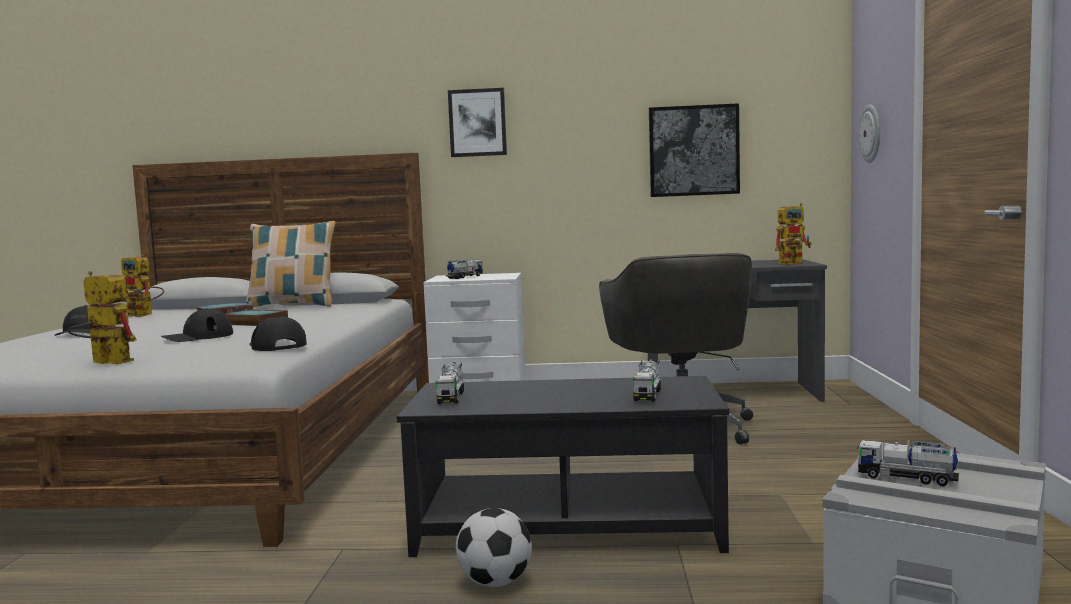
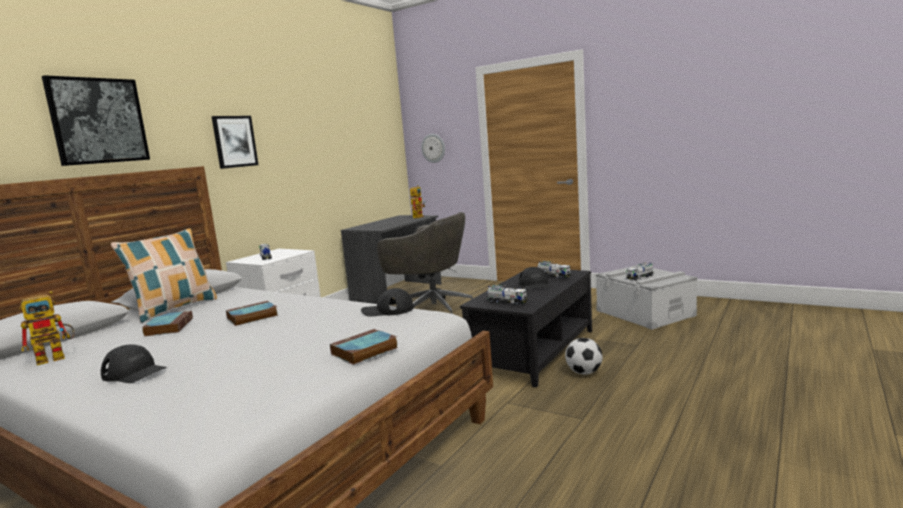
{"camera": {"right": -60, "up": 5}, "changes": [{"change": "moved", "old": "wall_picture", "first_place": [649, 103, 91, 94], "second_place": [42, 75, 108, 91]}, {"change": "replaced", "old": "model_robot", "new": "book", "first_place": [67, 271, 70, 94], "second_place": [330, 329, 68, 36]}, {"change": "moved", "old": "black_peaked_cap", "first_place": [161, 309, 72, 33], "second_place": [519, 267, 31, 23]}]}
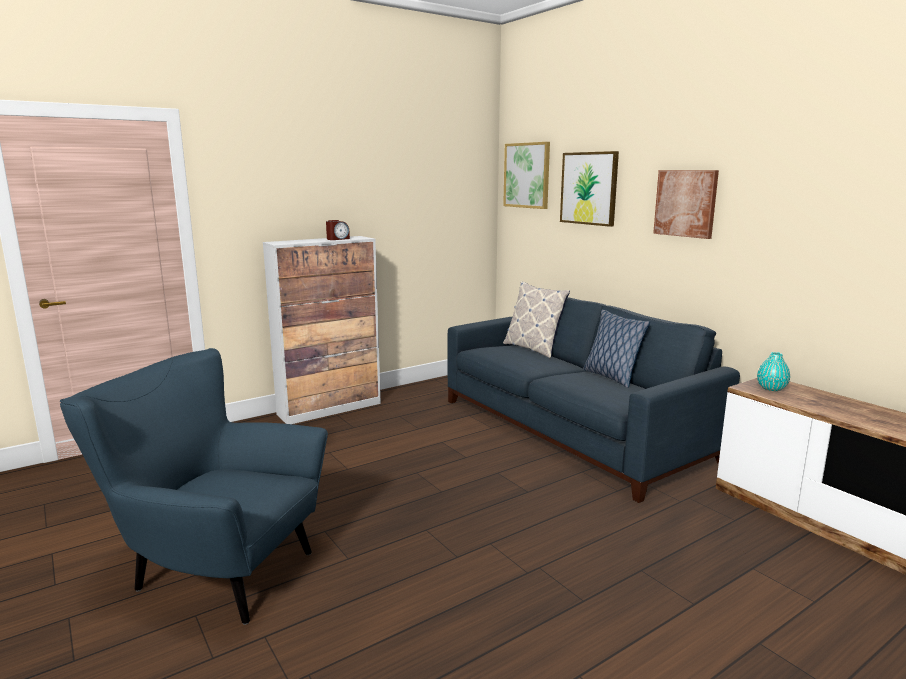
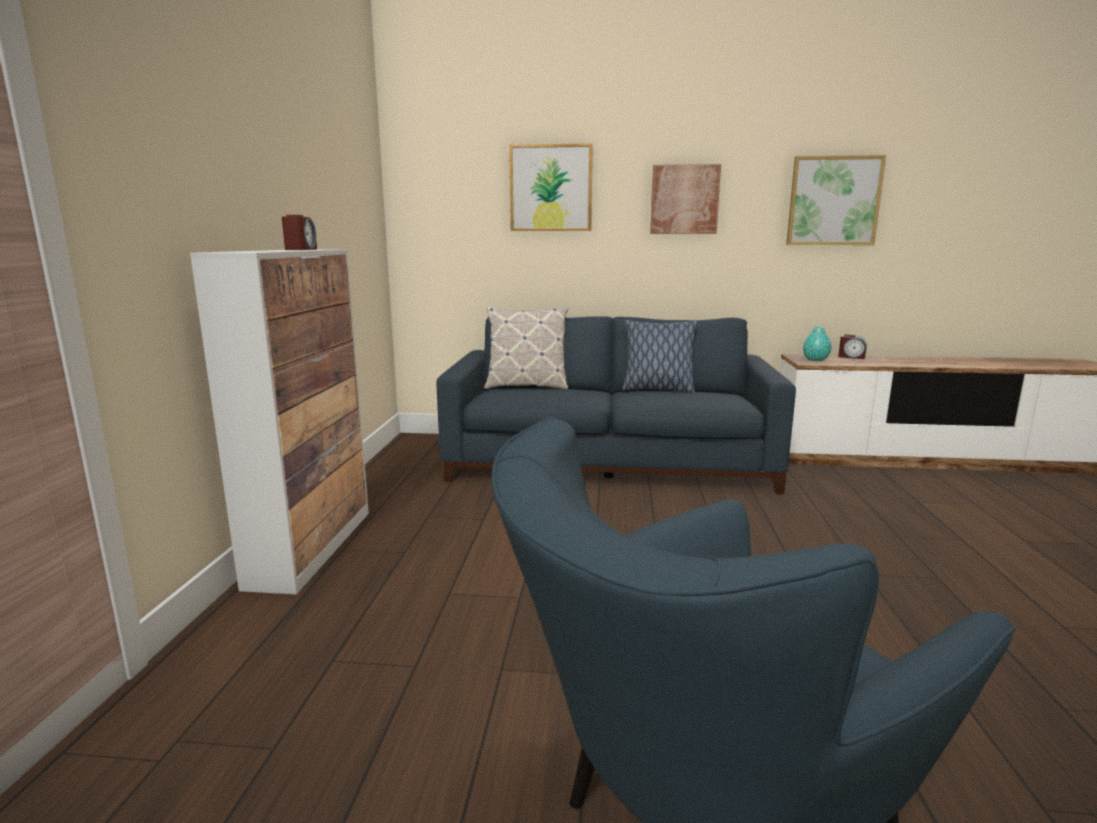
{"camera": {"right": -50, "up": 0}, "changes": [{"change": "moved", "old": "wall_picture", "first_place": [503, 142, 47, 67], "second_place": [786, 155, 100, 90]}, {"change": "added", "new": "bedside_clock", "second_place": [838, 334, 29, 25]}]}
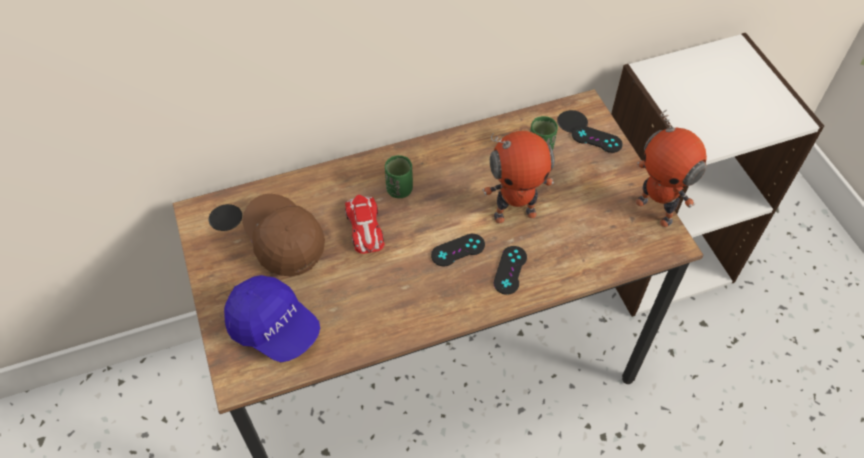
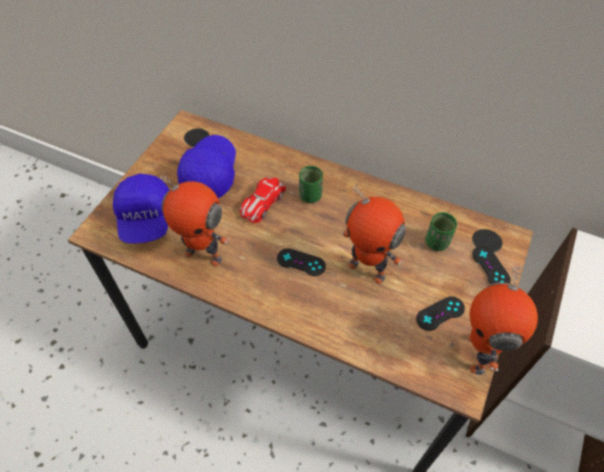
{"camera": {"right": 45, "up": 0}, "changes": [{"change": "recoloured", "old": "brown-coloured_peaked_cap", "new": "blue-coloured_peaked_cap", "first_place": [242, 194, 83, 82], "second_place": [177, 135, 59, 63]}, {"change": "moved", "old": "black_joypad", "first_place": [493, 246, 34, 49], "second_place": [416, 296, 49, 35]}, {"change": "added", "new": "model_robot", "second_place": [160, 172, 69, 94]}]}
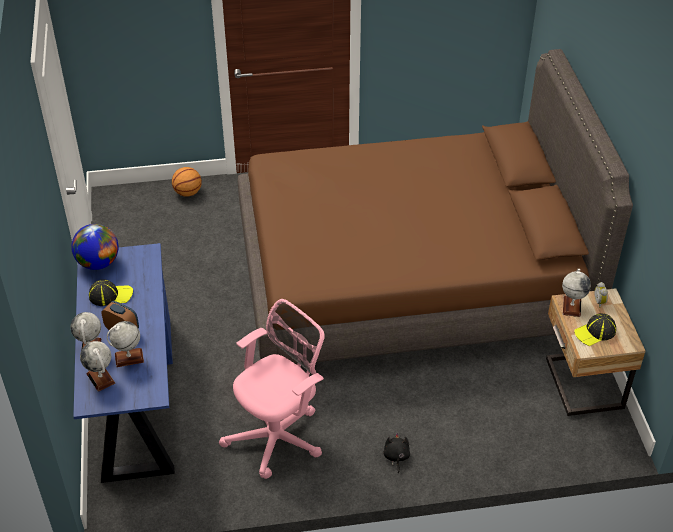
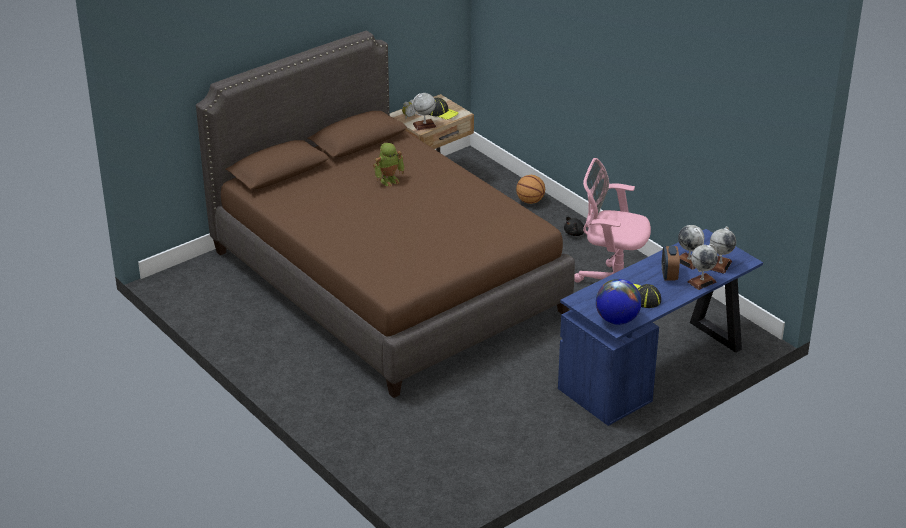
{"camera": {"right": -120, "up": -10}, "changes": [{"change": "moved", "old": "ball_for_basketball", "first_place": [172, 167, 30, 30], "second_place": [516, 175, 29, 29]}, {"change": "added", "new": "model_robot", "second_place": [373, 142, 32, 45]}]}
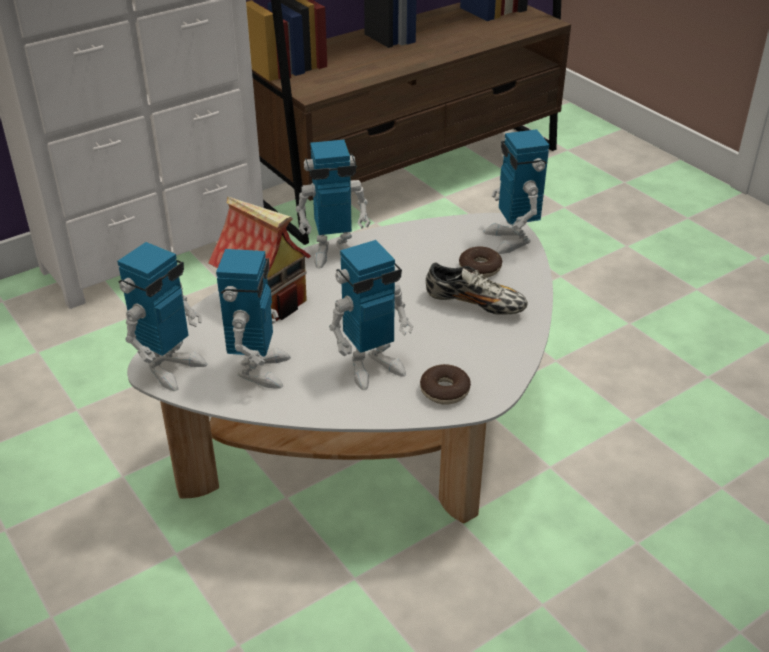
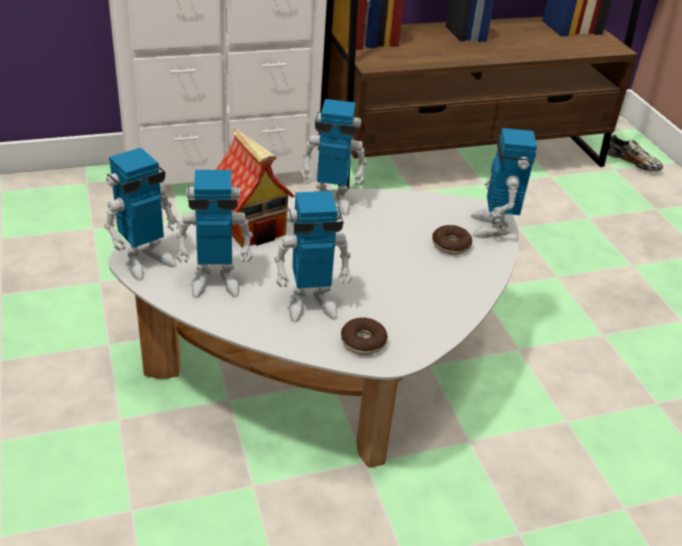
{"camera": {"right": 15, "up": 0}, "changes": [{"change": "turned", "old": "model_robot", "first_place": [216, 249, 75, 140], "second_place": [176, 170, 77, 128], "degrees": 60}, {"change": "moved", "old": "low_shoe", "first_place": [426, 262, 102, 53], "second_place": [607, 135, 56, 36]}]}
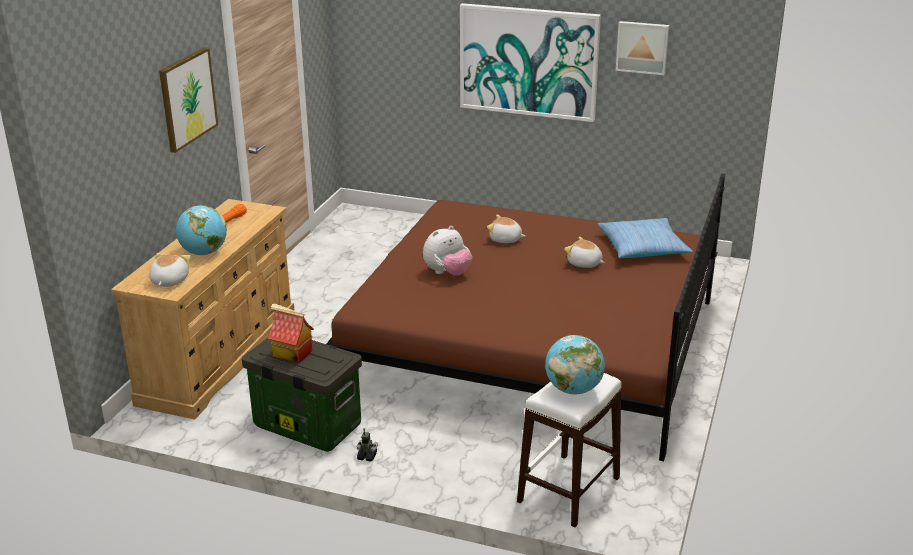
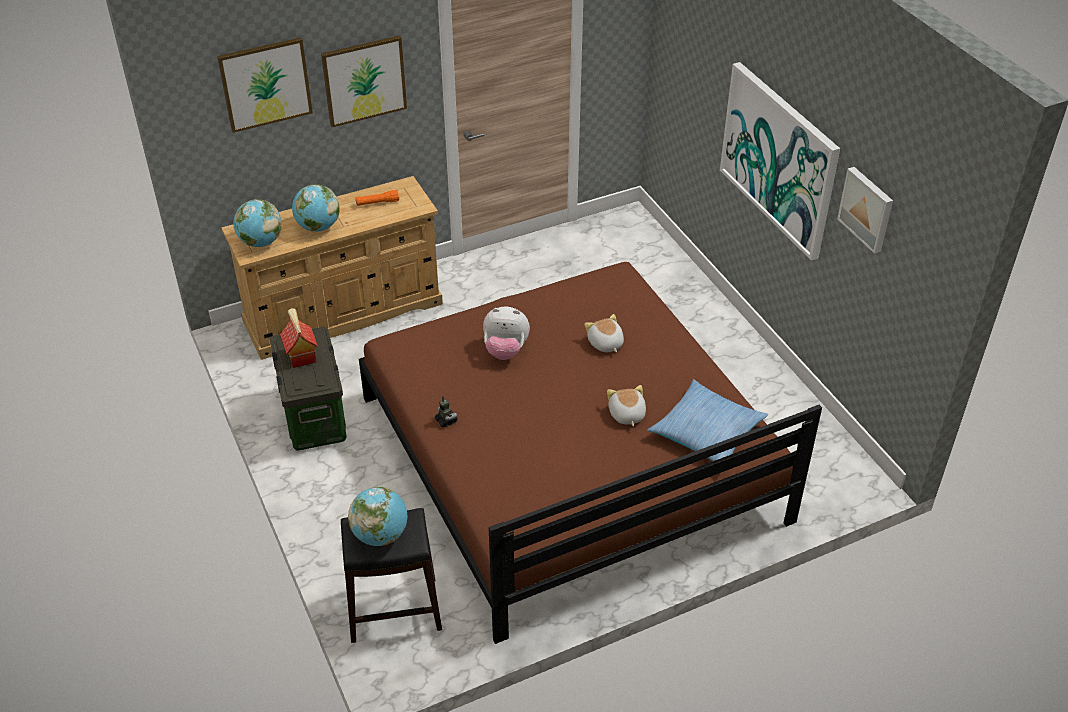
{"camera": {"right": 45, "up": 15}, "changes": [{"change": "replaced", "old": "cuddly_toy", "new": "desk_globe", "first_place": [150, 253, 41, 34], "second_place": [233, 199, 49, 48]}, {"change": "recoloured", "old": "white-coloured_stool", "new": "black_stool", "first_place": [517, 373, 104, 155], "second_place": [341, 508, 101, 135]}, {"change": "moved", "old": "model_robot", "first_place": [356, 428, 22, 33], "second_place": [434, 396, 24, 31]}, {"change": "added", "new": "wall_picture", "second_place": [217, 37, 96, 96]}]}
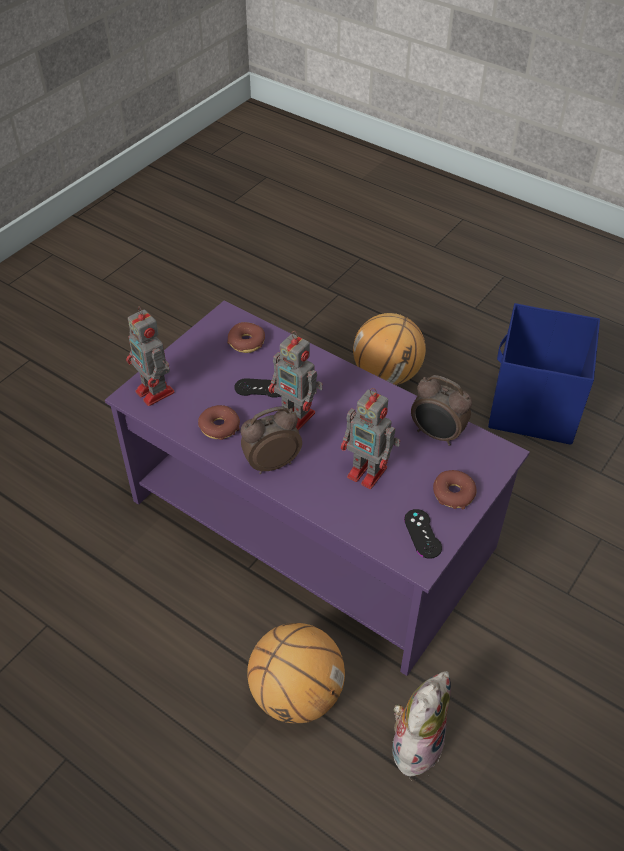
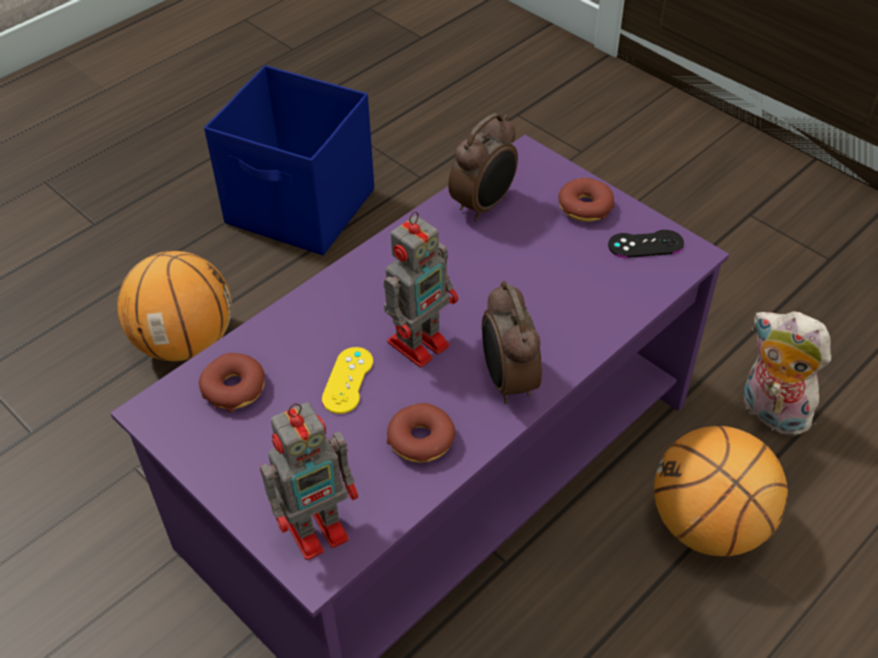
{"camera": {"right": -80, "up": 0}, "changes": [{"change": "recoloured", "old": "black_joypad", "new": "yellow_joypad", "first_place": [234, 378, 47, 20], "second_place": [322, 347, 51, 67]}, {"change": "removed", "old": "model_robot", "first_place": [341, 388, 59, 101]}]}
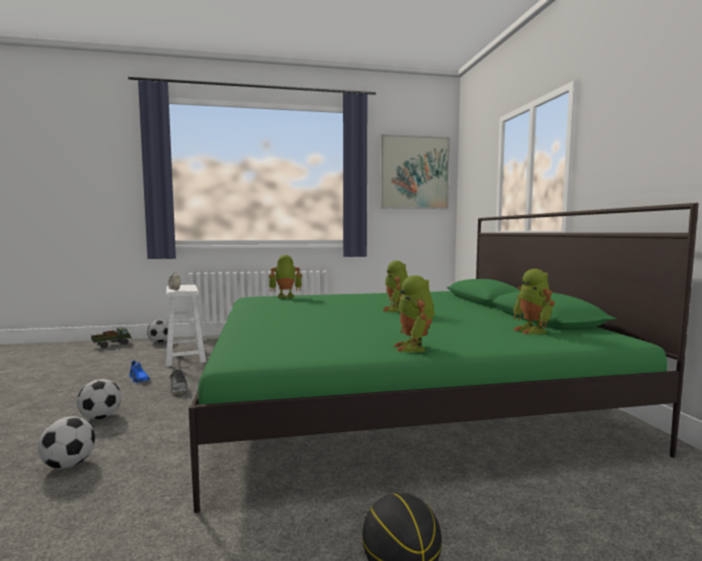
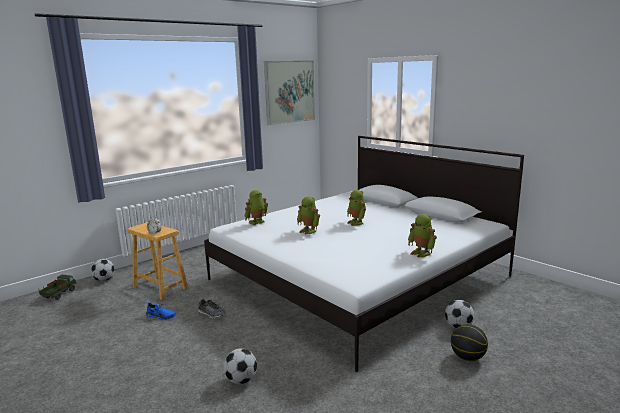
{"camera": {"right": -30, "up": 10}, "changes": [{"change": "recoloured", "old": "greenish_bed", "new": "white-coloured_bed", "first_place": [189, 203, 510, 310], "second_place": [204, 136, 320, 236]}, {"change": "moved", "old": "model_robot", "first_place": [513, 269, 42, 65], "second_place": [297, 197, 23, 37]}, {"change": "recoloured", "old": "white-coloured_stool", "new": "brown-coloured_stool", "first_place": [166, 285, 40, 82], "second_place": [127, 222, 61, 78]}, {"change": "moved", "old": "football_ball", "first_place": [77, 379, 44, 40], "second_place": [445, 300, 29, 28]}]}
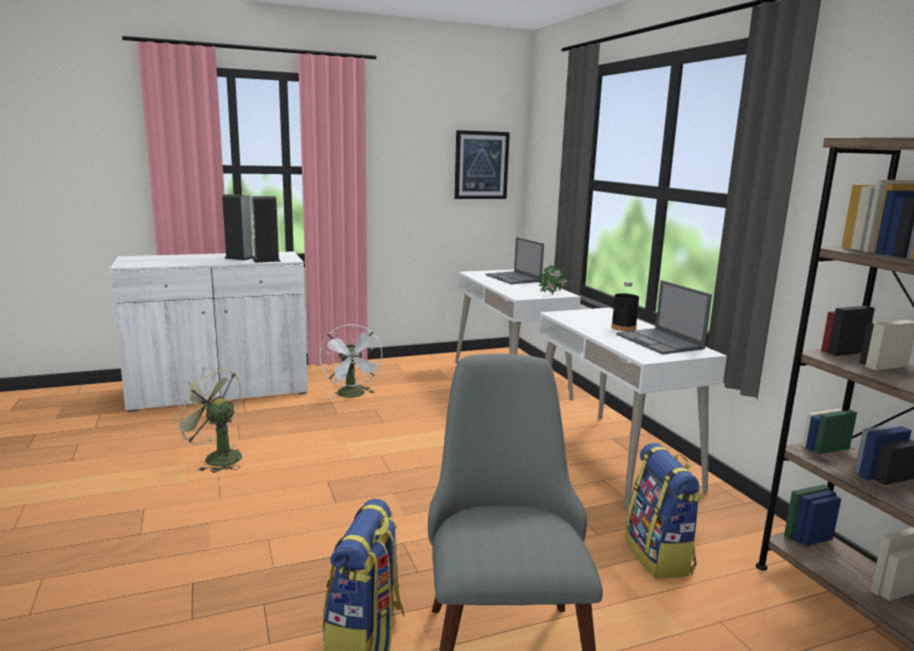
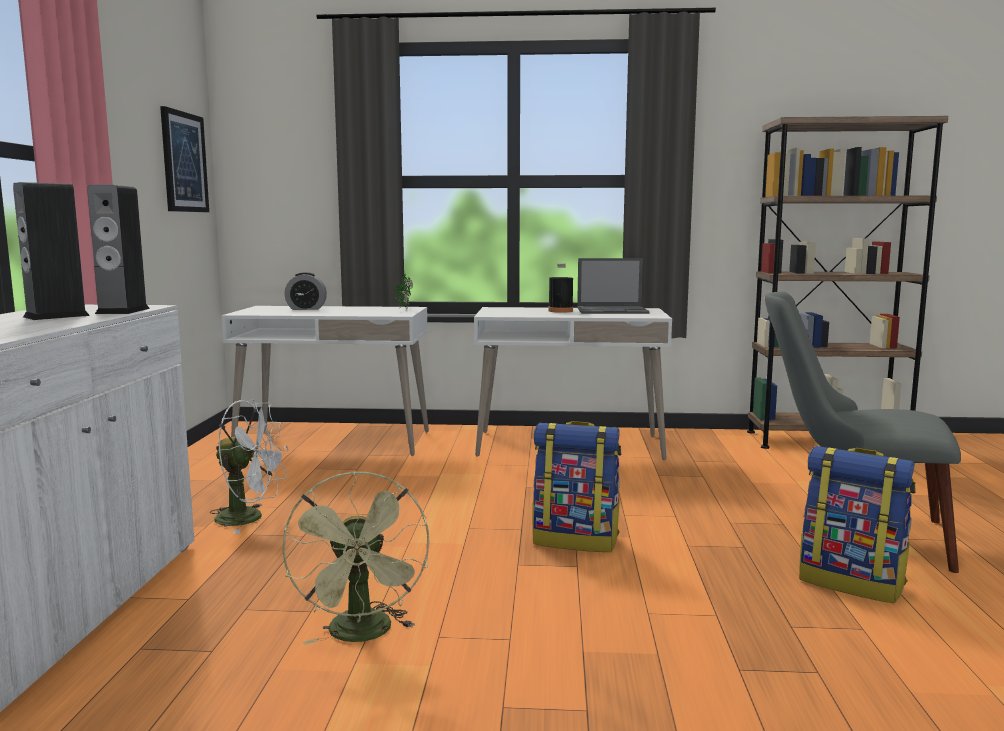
{"camera": {"right": -65, "up": -5}, "changes": [{"change": "replaced", "old": "laptop", "new": "bedside_clock", "first_place": [486, 237, 58, 47], "second_place": [284, 272, 43, 38]}, {"change": "turned", "old": "greenish_cooling_fan", "first_place": [172, 367, 70, 106], "second_place": [282, 471, 148, 174], "degrees": -60}, {"change": "moved", "old": "knapsack", "first_place": [625, 443, 77, 136], "second_place": [532, 421, 90, 131]}]}
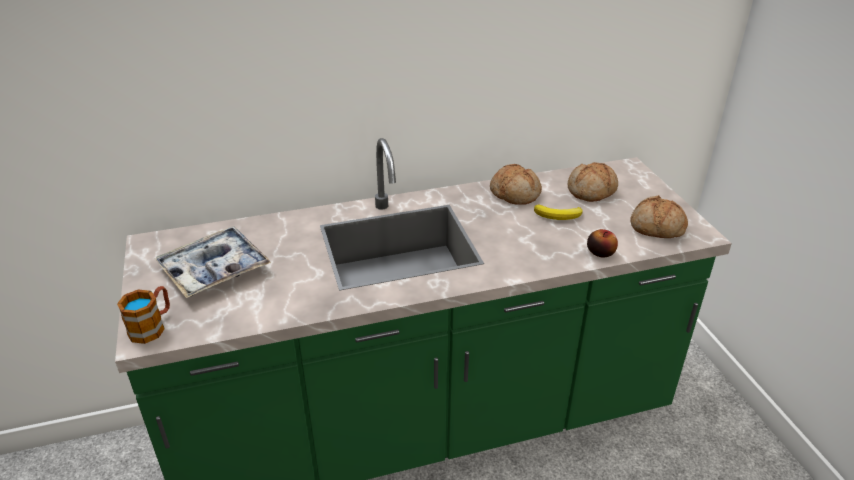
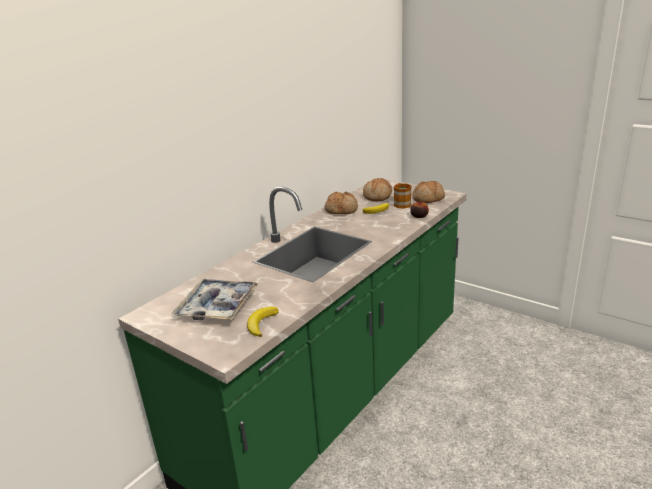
{"camera": {"right": -35, "up": -10}, "changes": [{"change": "moved", "old": "mug", "first_place": [117, 286, 53, 58], "second_place": [394, 183, 18, 26]}, {"change": "added", "new": "whole_banana", "second_place": [247, 307, 32, 30]}]}
